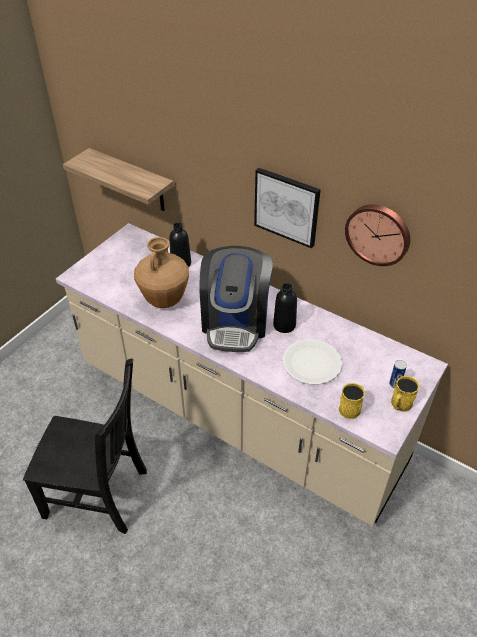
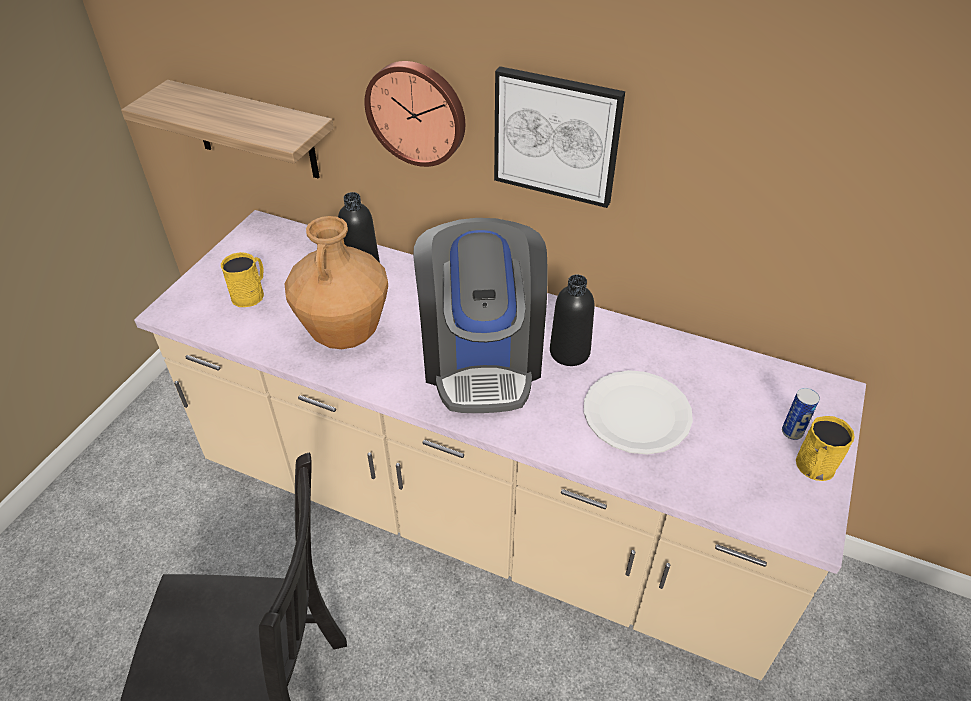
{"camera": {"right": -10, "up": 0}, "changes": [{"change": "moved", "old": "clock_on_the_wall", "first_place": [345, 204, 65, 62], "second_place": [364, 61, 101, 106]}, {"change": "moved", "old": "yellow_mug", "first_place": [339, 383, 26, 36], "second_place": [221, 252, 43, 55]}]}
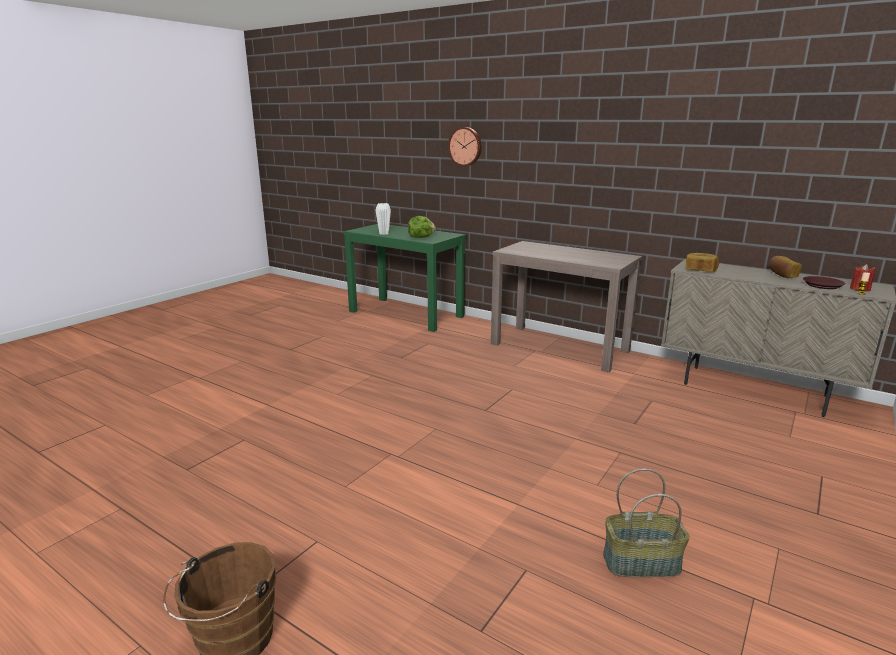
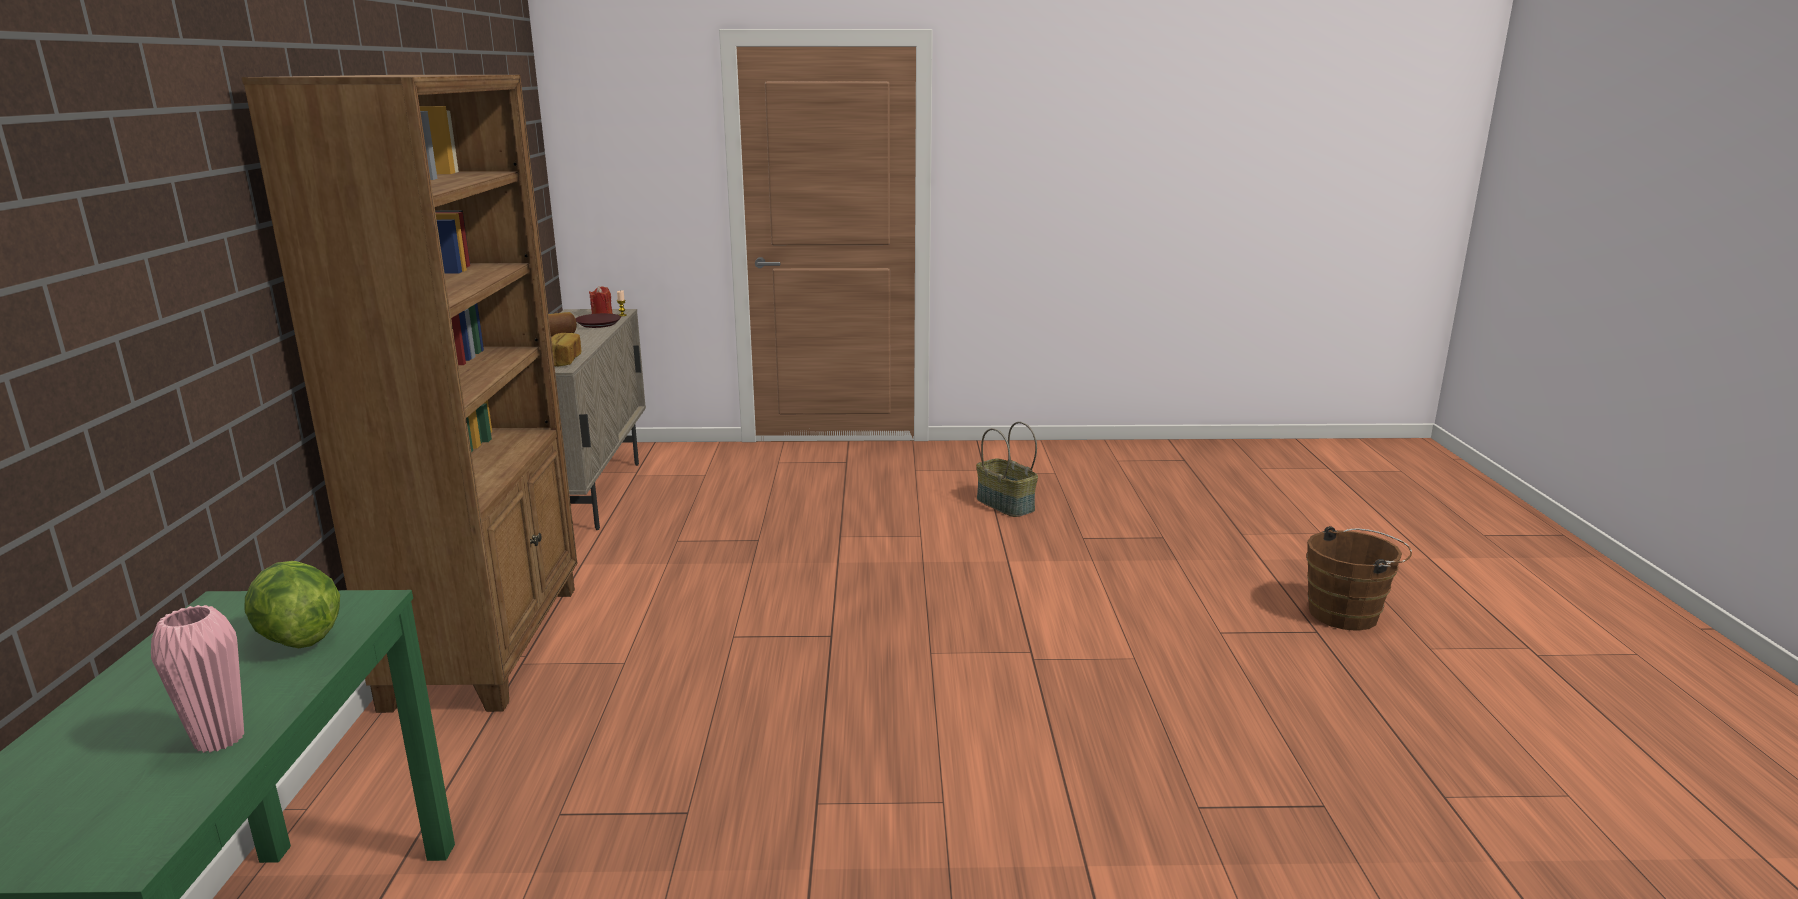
{"camera": {"right": -125, "up": 0}, "changes": [{"change": "removed", "old": "clock_on_the_wall", "first_place": [448, 127, 34, 39]}, {"change": "recoloured", "old": "white-coloured_decorative_vase", "new": "pinkish_decorative_vase", "first_place": [375, 203, 16, 32], "second_place": [151, 605, 93, 148]}, {"change": "replaced", "old": "brown-coloured_hall_table", "new": "brown-coloured_shelving_unit", "first_place": [491, 241, 151, 132], "second_place": [242, 75, 336, 638]}]}
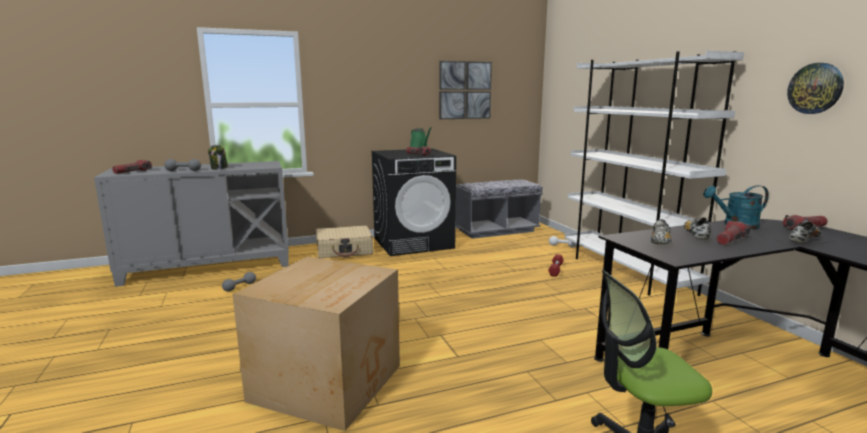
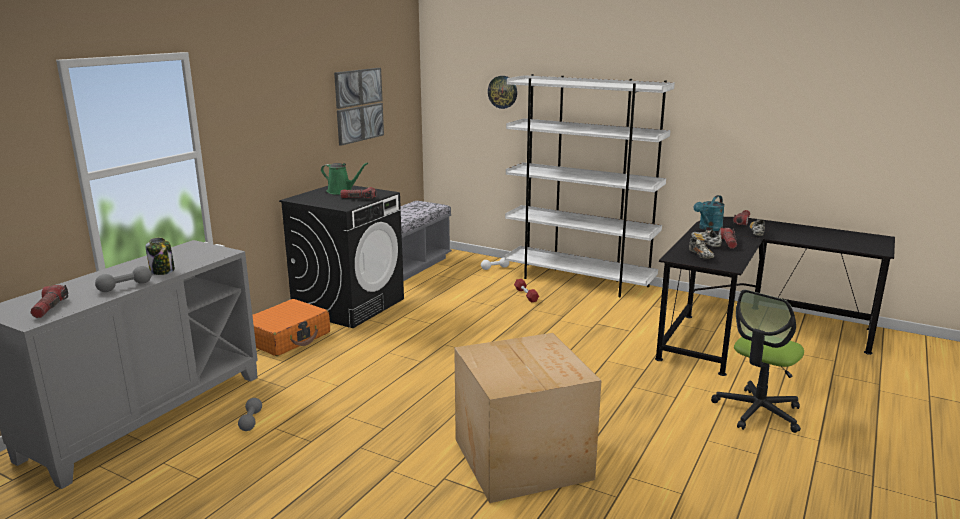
{"camera": {"right": -40, "up": 5}, "changes": [{"change": "moved", "old": "clock_on_the_wall", "first_place": [787, 63, 57, 51], "second_place": [488, 76, 29, 33]}, {"change": "recoloured", "old": "beige-coloured_travel_case", "new": "orange-coloured_travel_case", "first_place": [316, 226, 57, 32], "second_place": [252, 299, 78, 57]}]}
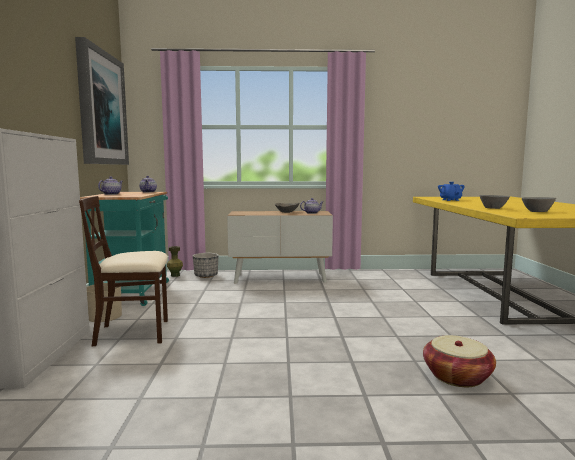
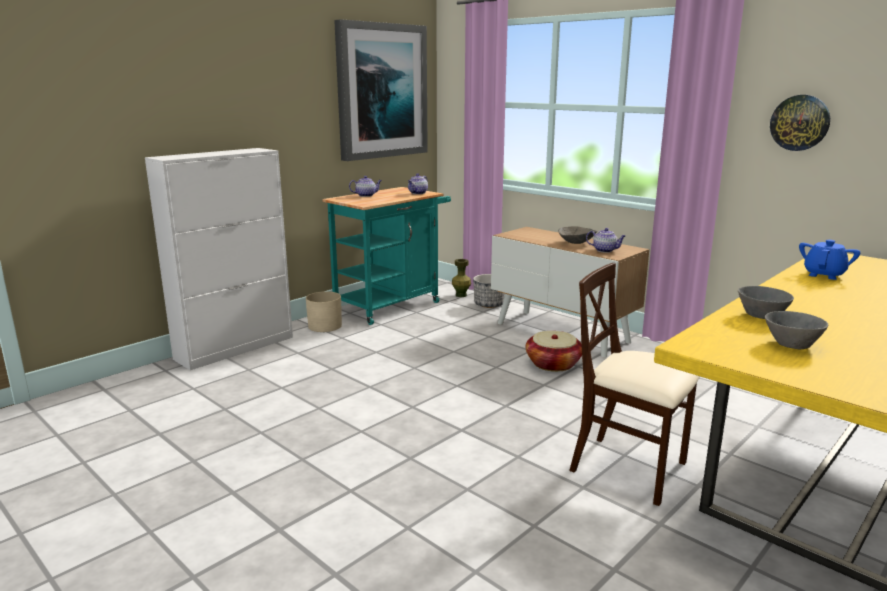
{"camera": {"right": 45, "up": 10}, "changes": [{"change": "moved", "old": "beige-coloured_upright_chair", "first_place": [79, 196, 89, 150], "second_place": [569, 263, 131, 243]}, {"change": "moved", "old": "storage_basket", "first_place": [423, 335, 73, 52], "second_place": [526, 331, 56, 41]}, {"change": "added", "new": "clock_on_the_wall", "second_place": [770, 95, 60, 56]}]}
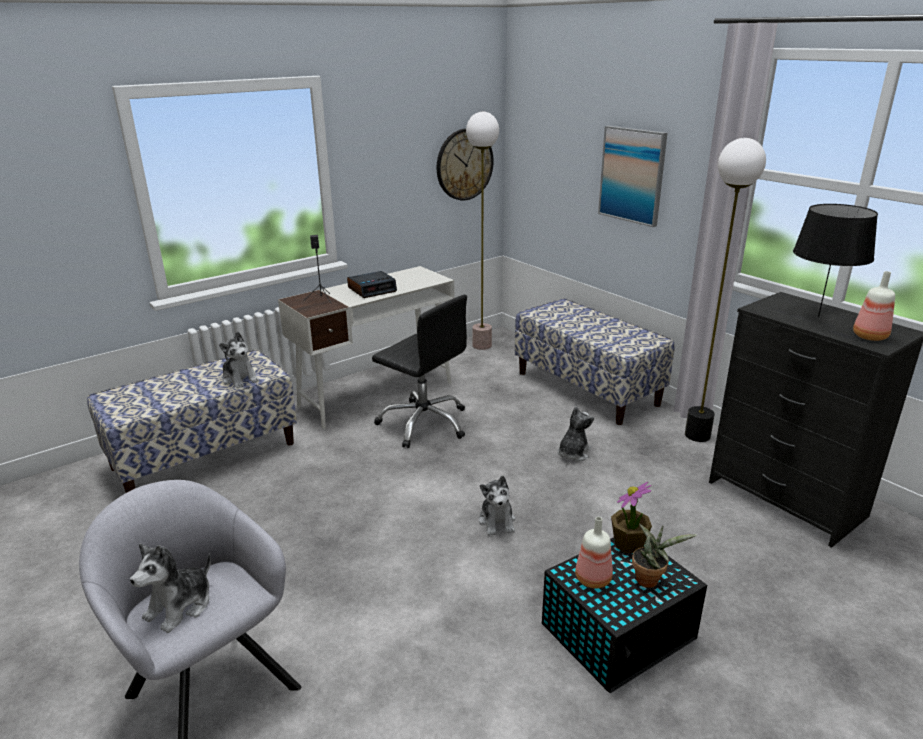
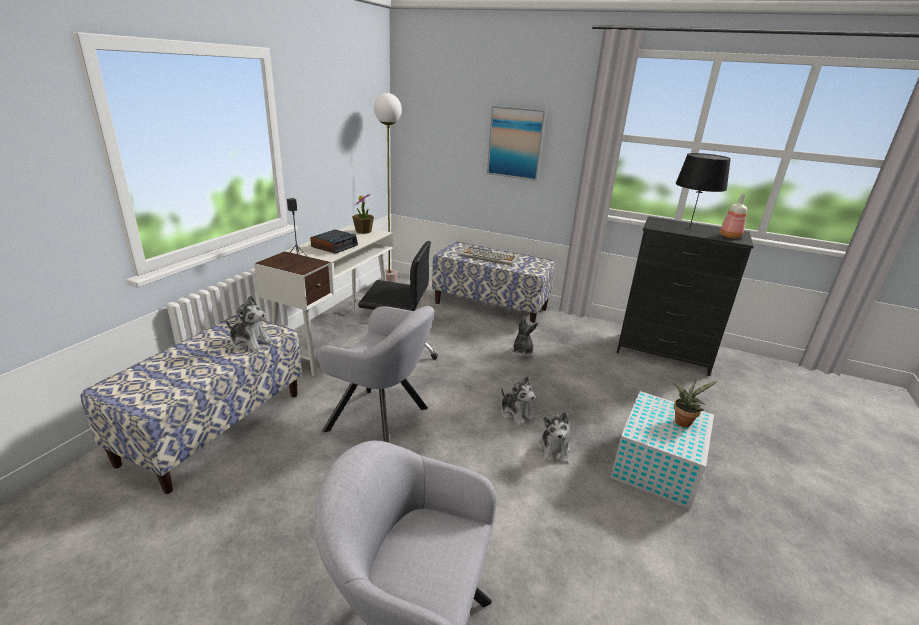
{"camera": {"right": -30, "up": 0}, "changes": [{"change": "removed", "old": "clock_on_the_wall", "first_place": [437, 129, 57, 72]}, {"change": "removed", "old": "standard_lamp", "first_place": [685, 138, 81, 304]}, {"change": "moved", "old": "plant_in_a_pot", "first_place": [611, 482, 41, 71], "second_place": [352, 194, 22, 40]}, {"change": "removed", "old": "drink_bottle", "first_place": [575, 517, 38, 71]}, {"change": "recoloured", "old": "black_storage_box", "new": "white-coloured_storage_box", "first_place": [542, 537, 165, 156], "second_place": [611, 391, 103, 118]}, {"change": "moved", "old": "cuddly_toy", "first_place": [130, 544, 81, 89], "second_place": [538, 412, 32, 52]}, {"change": "added", "new": "keyboard", "second_place": [460, 246, 58, 19]}, {"change": "added", "new": "gray_lounge_chair", "second_place": [317, 306, 117, 137]}]}
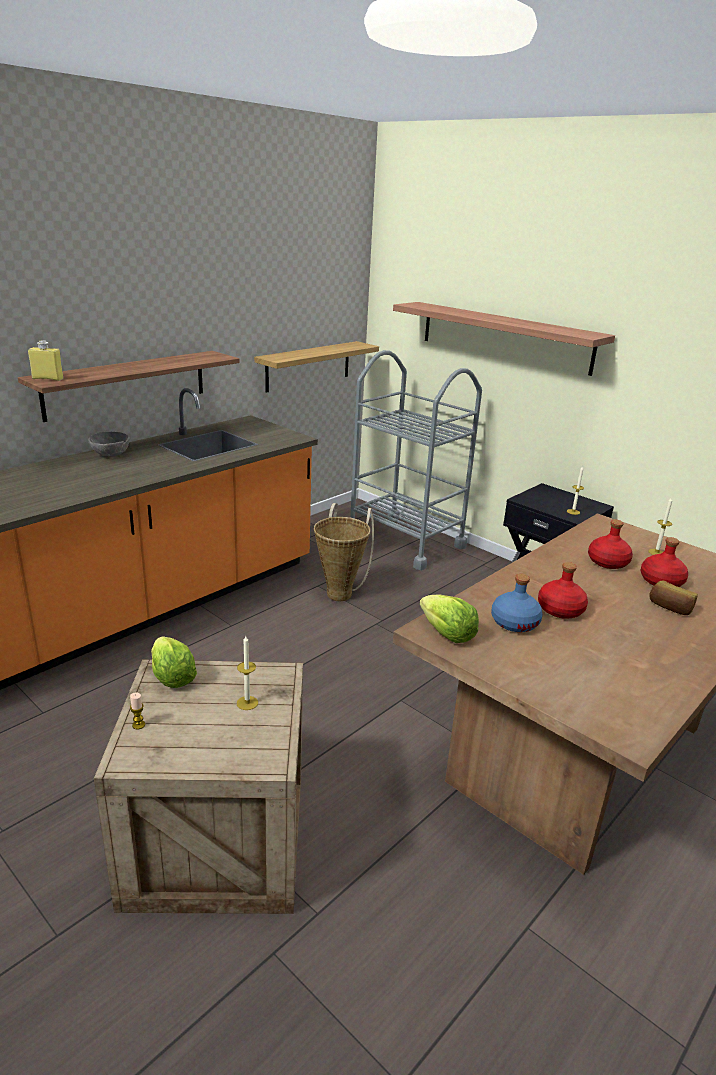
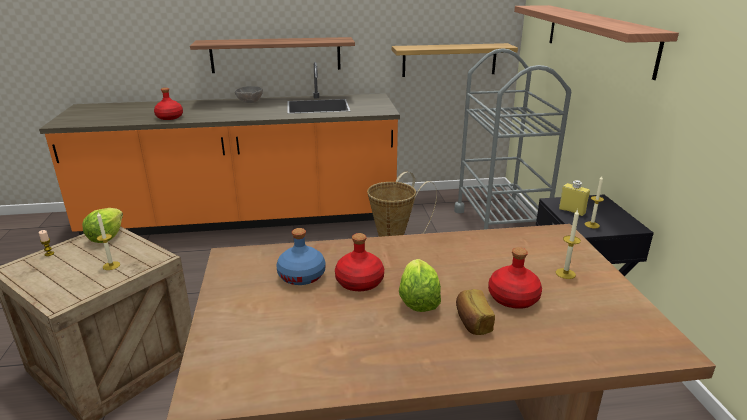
{"camera": {"right": 40, "up": 0}, "changes": [{"change": "moved", "old": "yellow_drink_bottle", "first_place": [28, 340, 35, 41], "second_place": [559, 180, 31, 36]}, {"change": "moved", "old": "reddish_drink_bottle", "first_place": [588, 520, 45, 49], "second_place": [154, 88, 29, 32]}, {"change": "moved", "old": "head_of_lettuce", "first_place": [420, 594, 59, 49], "second_place": [399, 259, 42, 53]}]}
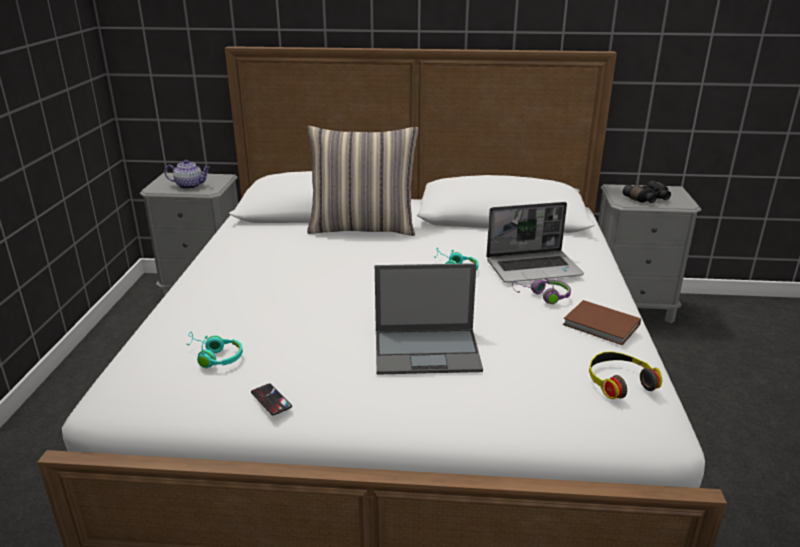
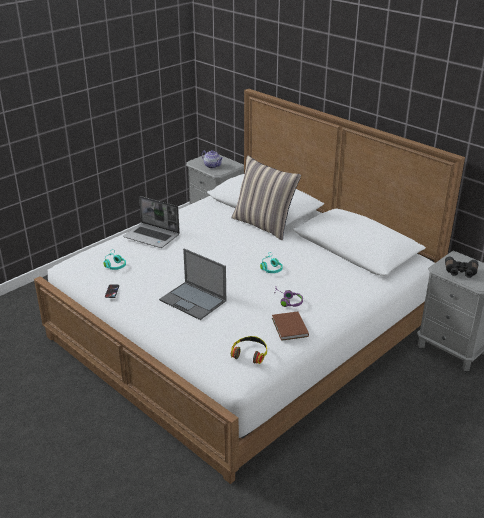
{"camera": {"right": 40, "up": 5}, "changes": [{"change": "moved", "old": "laptop", "first_place": [486, 202, 98, 81], "second_place": [123, 196, 57, 52]}]}
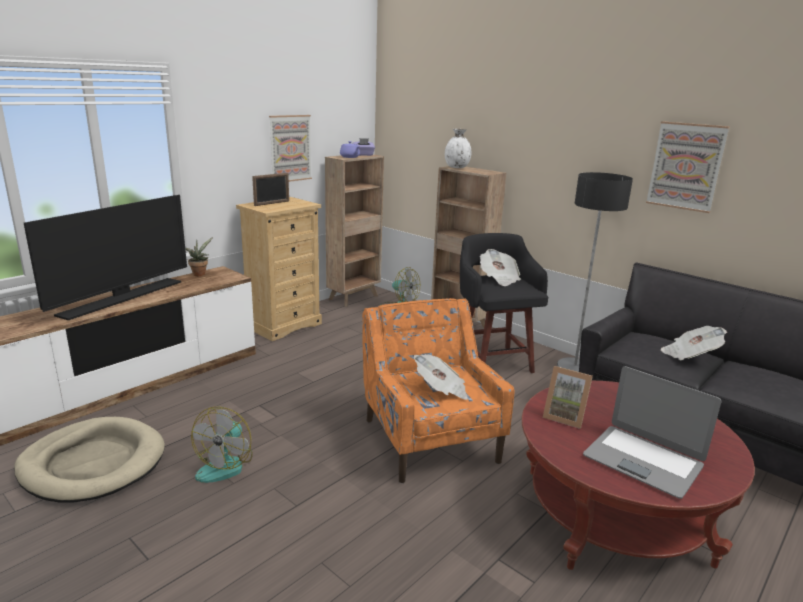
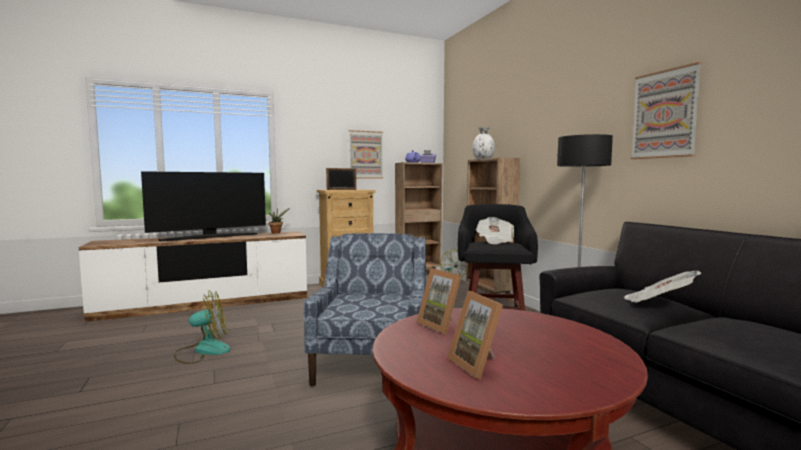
{"camera": {"right": 25, "up": -15}, "changes": [{"change": "recoloured", "old": "orange-coloured_lounge_chair", "new": "blue-coloured_lounge_chair", "first_place": [362, 298, 153, 185], "second_place": [304, 233, 122, 153]}, {"change": "removed", "old": "daily_paper", "first_place": [414, 354, 54, 46]}, {"change": "replaced", "old": "laptop", "new": "picture_frame", "first_place": [583, 366, 138, 133], "second_place": [447, 291, 56, 88]}, {"change": "turned", "old": "cooling_fan", "first_place": [191, 407, 62, 76], "second_place": [174, 290, 56, 74], "degrees": -150}, {"change": "removed", "old": "beige-coloured_dog_bed", "first_place": [14, 417, 151, 86]}]}
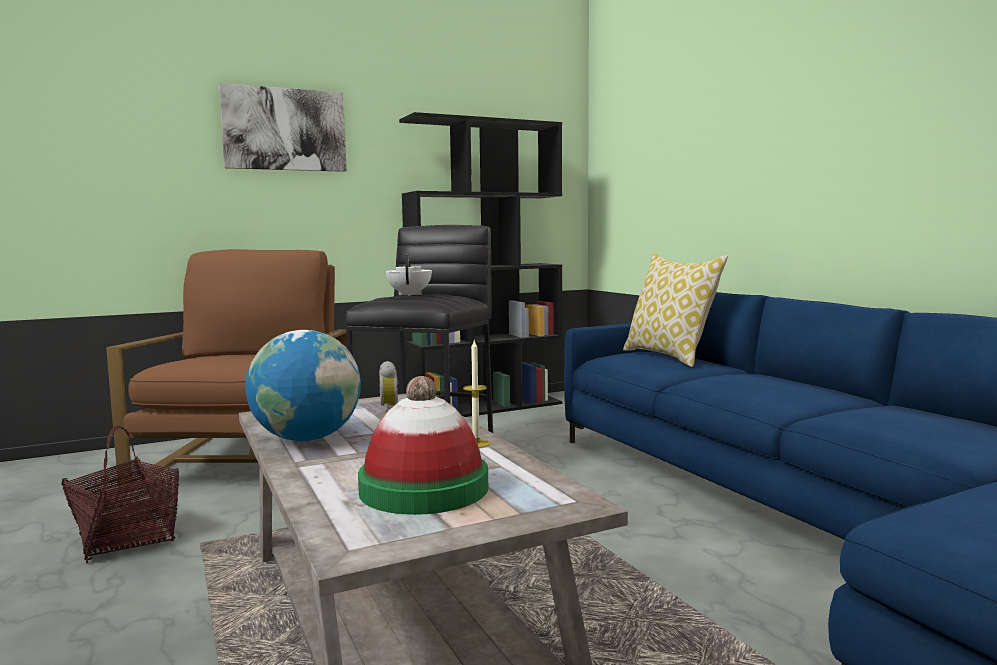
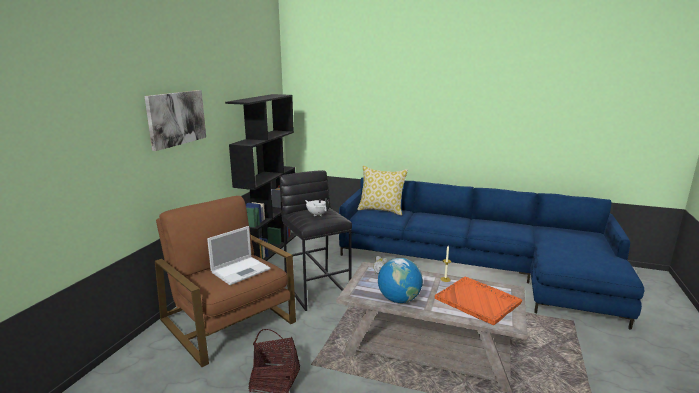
{"camera": {"right": -45, "up": 10}, "changes": [{"change": "replaced", "old": "clothing_hat", "new": "orange-coloured_tray", "first_place": [358, 376, 130, 139], "second_place": [435, 277, 87, 48]}, {"change": "added", "new": "laptop", "second_place": [207, 226, 64, 59]}]}
